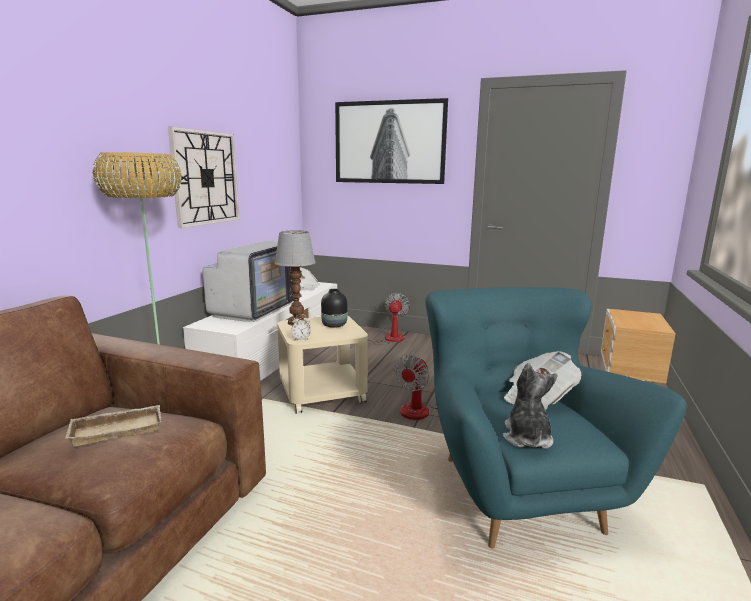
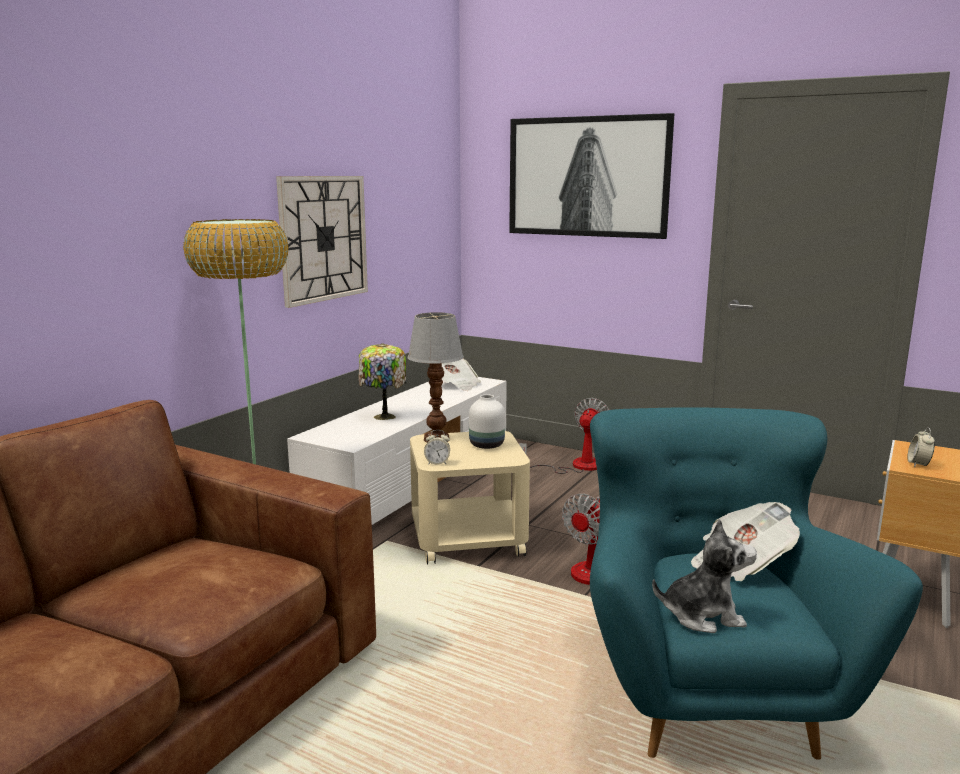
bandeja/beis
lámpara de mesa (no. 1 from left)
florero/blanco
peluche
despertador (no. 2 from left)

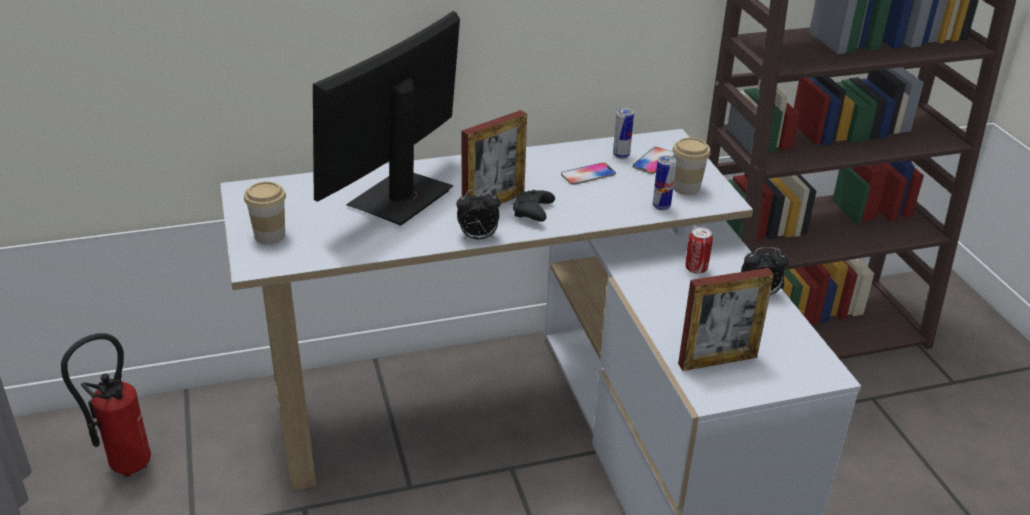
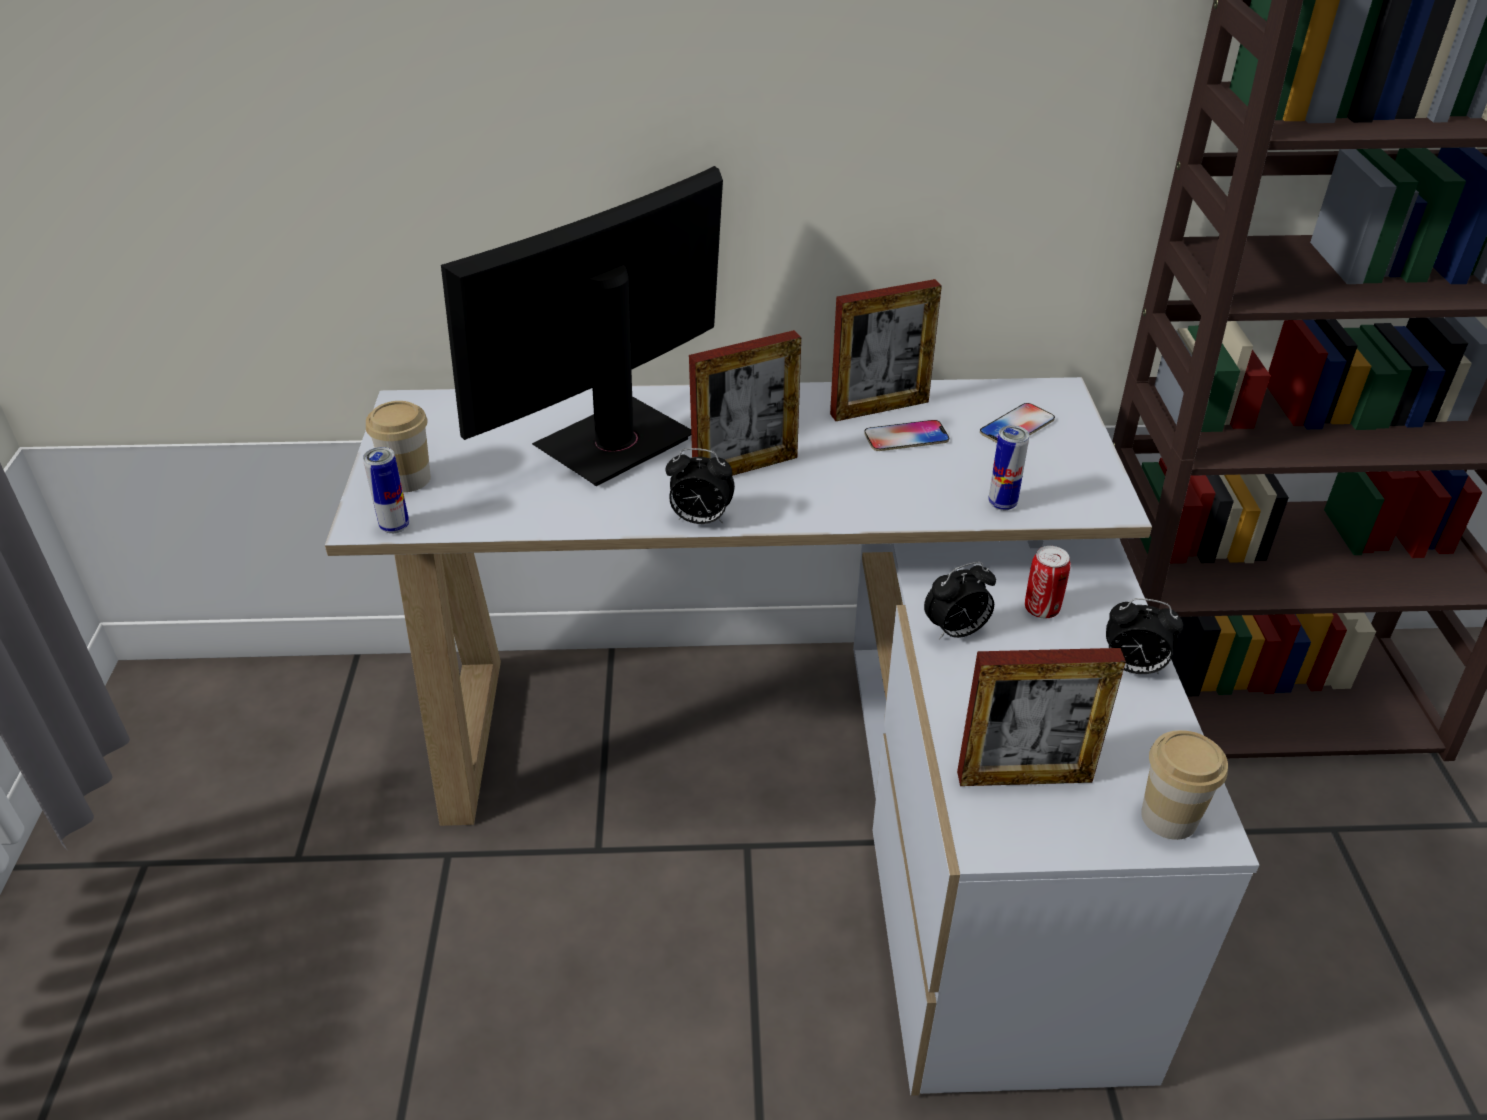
extintor
mando de consola/negro
lata (no. 1 from left)
taza (no. 2 from left)
portarretratos (no. 2 from left)
despertador (no. 2 from left)

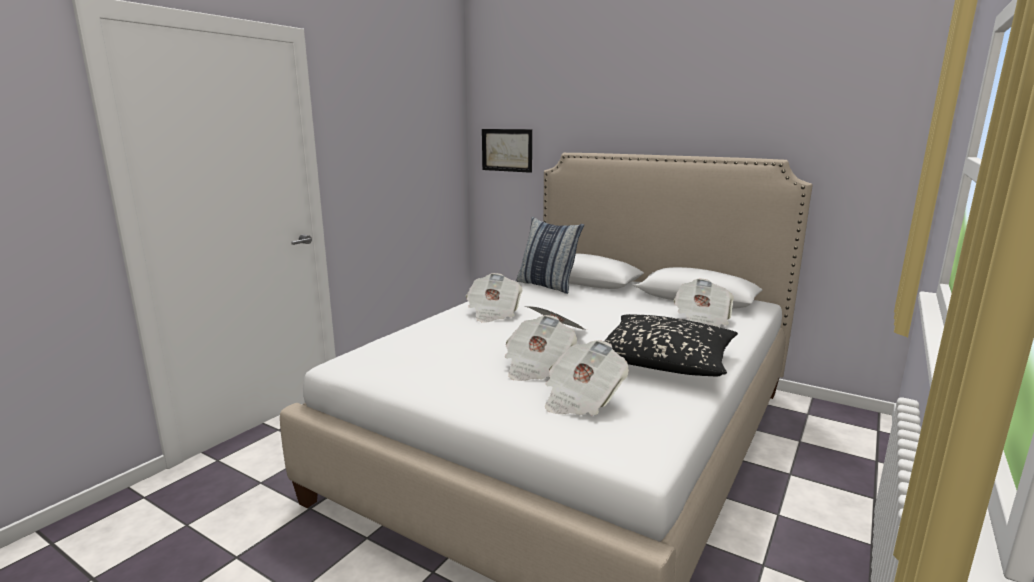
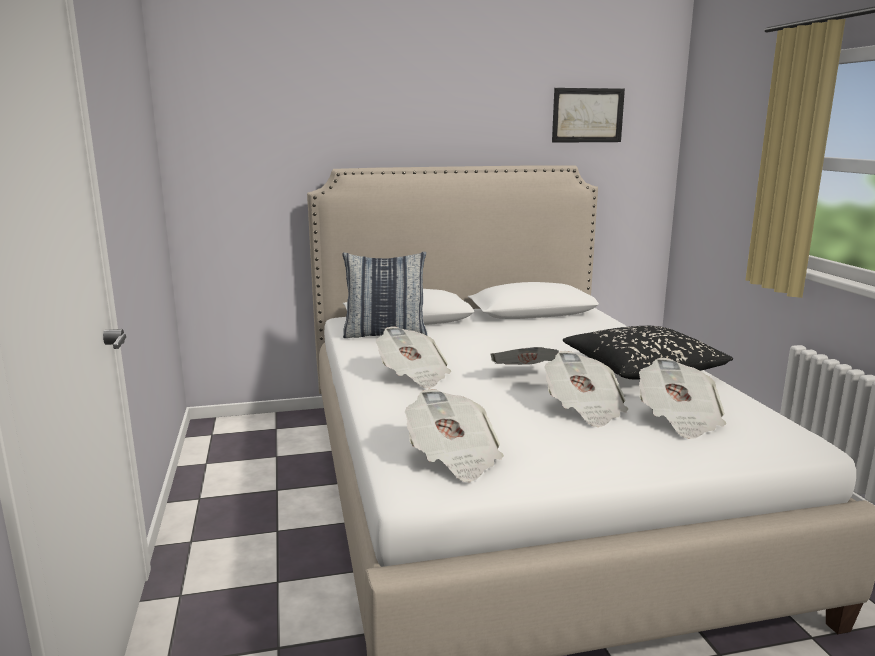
cuadro
periódico (no. 2 from left)

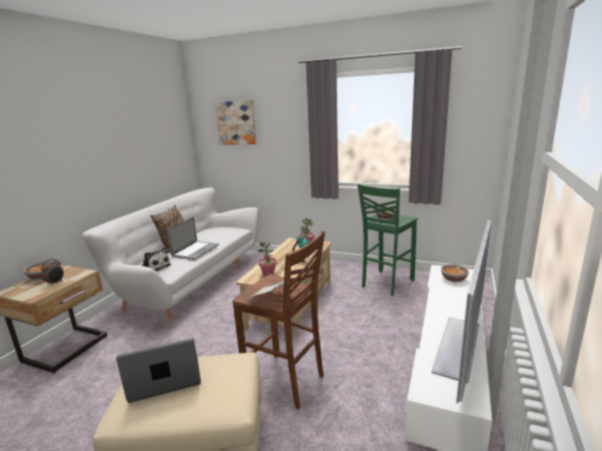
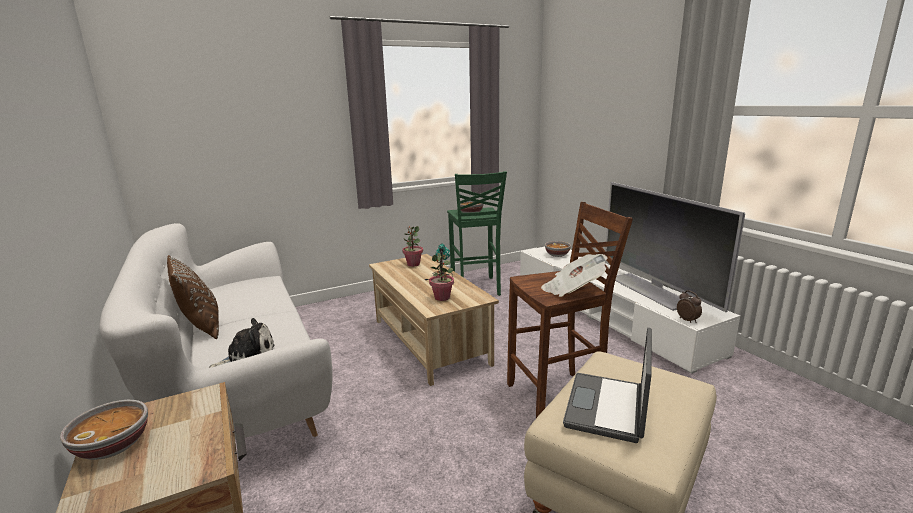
despertador
portátil (no. 2 from left in the first image)
cuadro

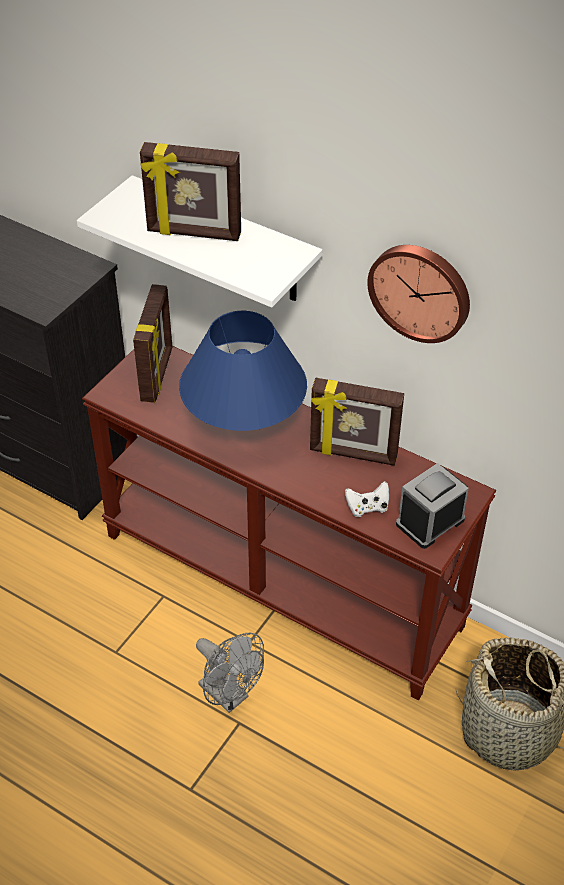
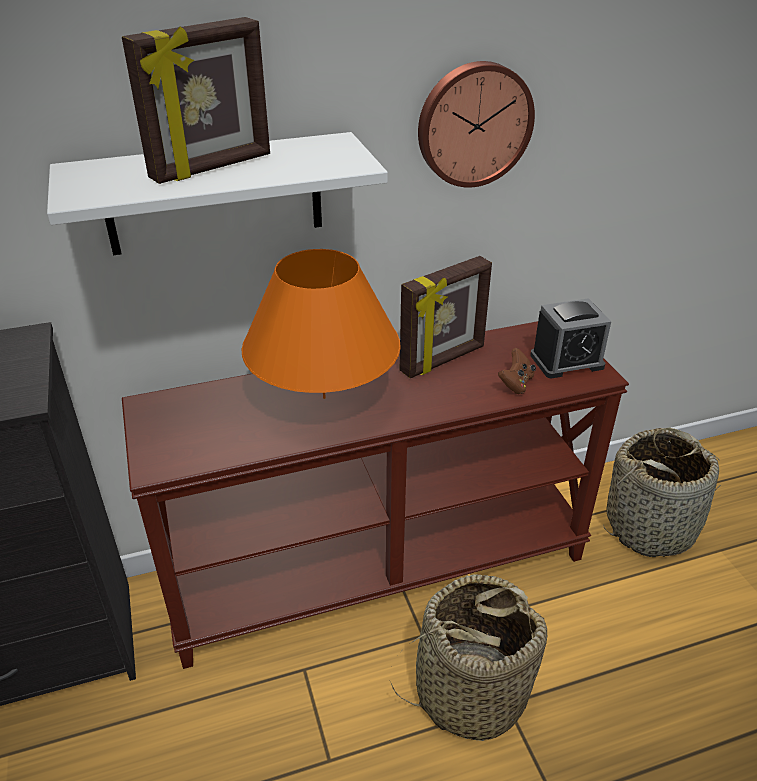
portarretratos (no. 1 from left in the first image)
lámpara de mesa/naranja
cesta (no. 1 from left)
mando de consola/marrón
despertador

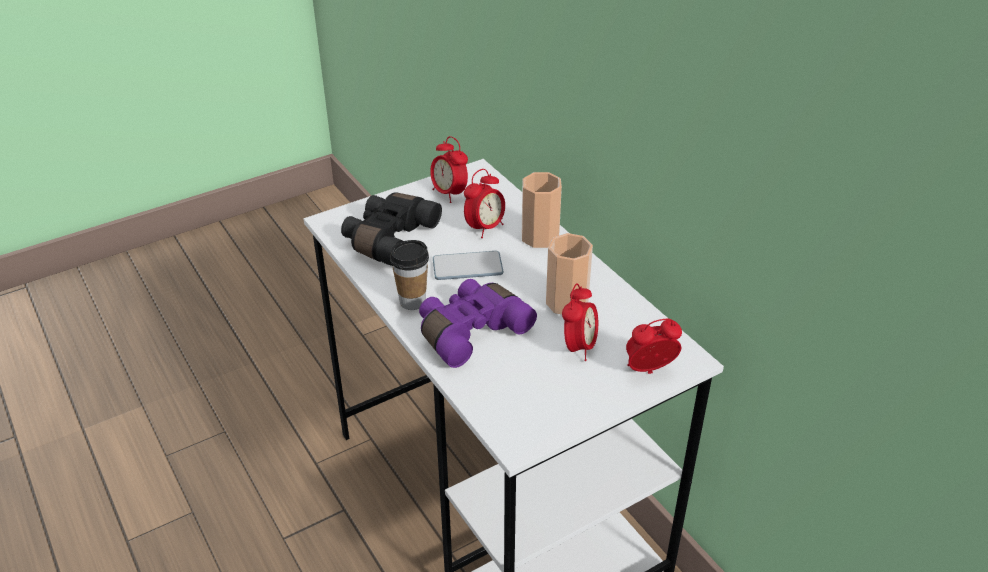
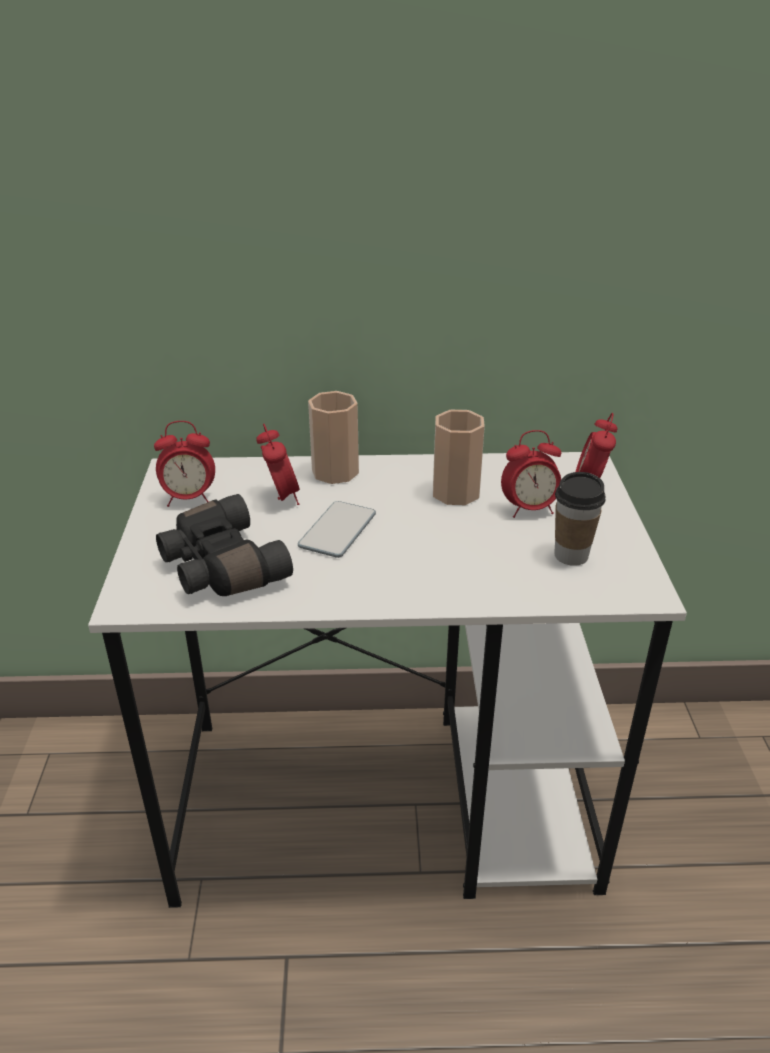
taza (no. 3 from left)
prismáticos/morado
despertador (no. 3 from left)

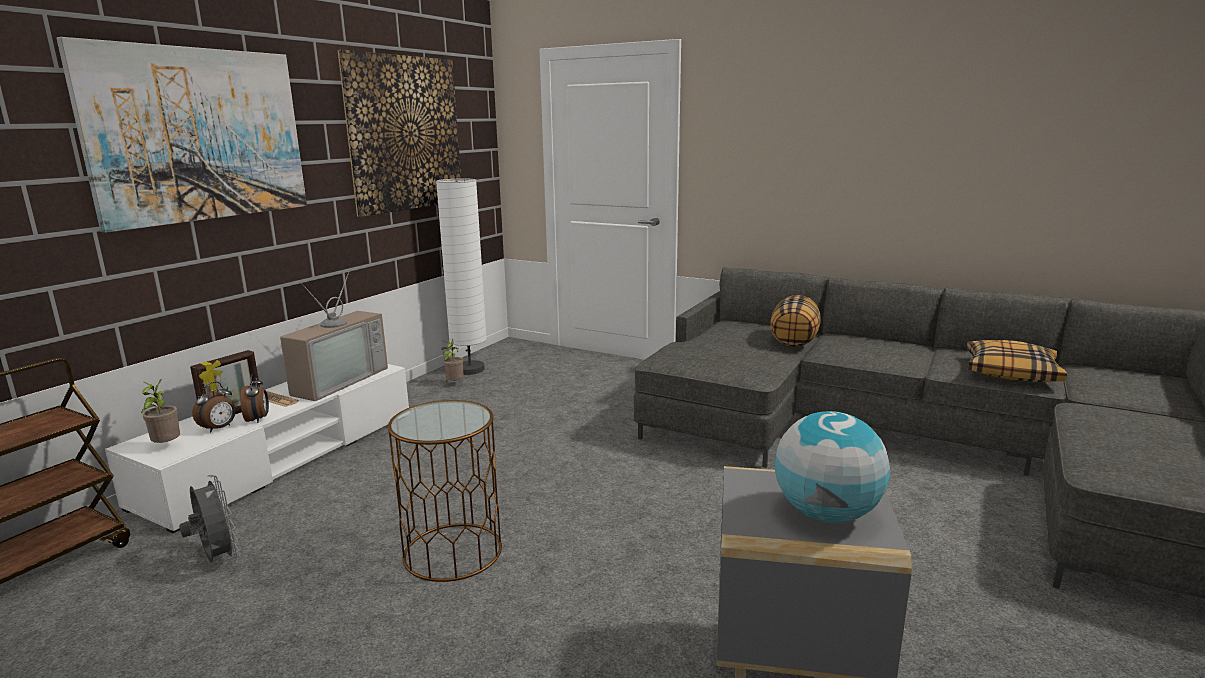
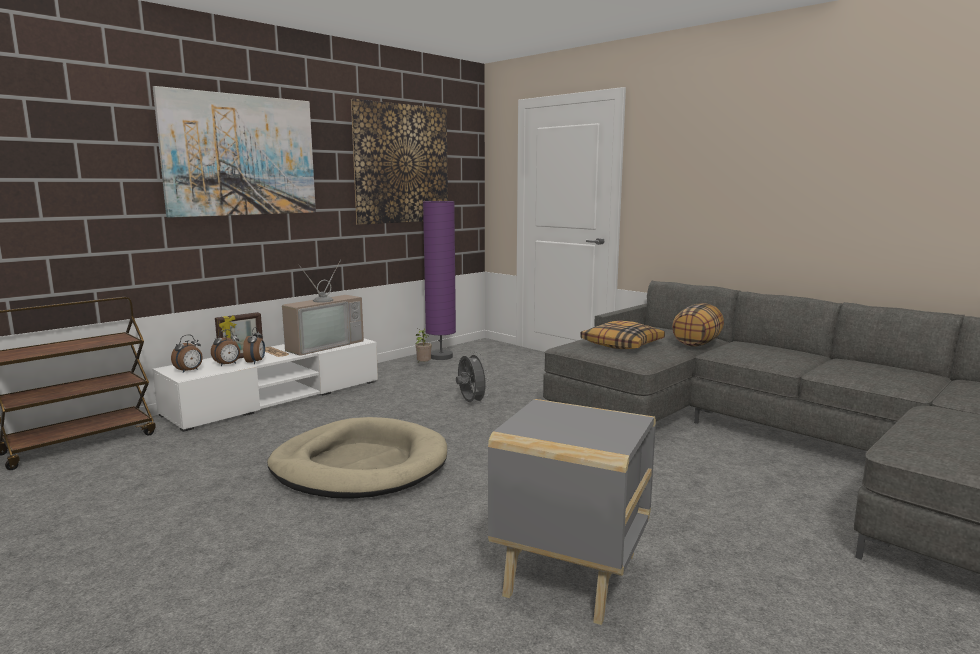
despertador (no. 1 from left)
ventilador/gris
cama para perro/beis
lámpara de pie/morado
globo terráqueo
cojín (no. 1 from left)

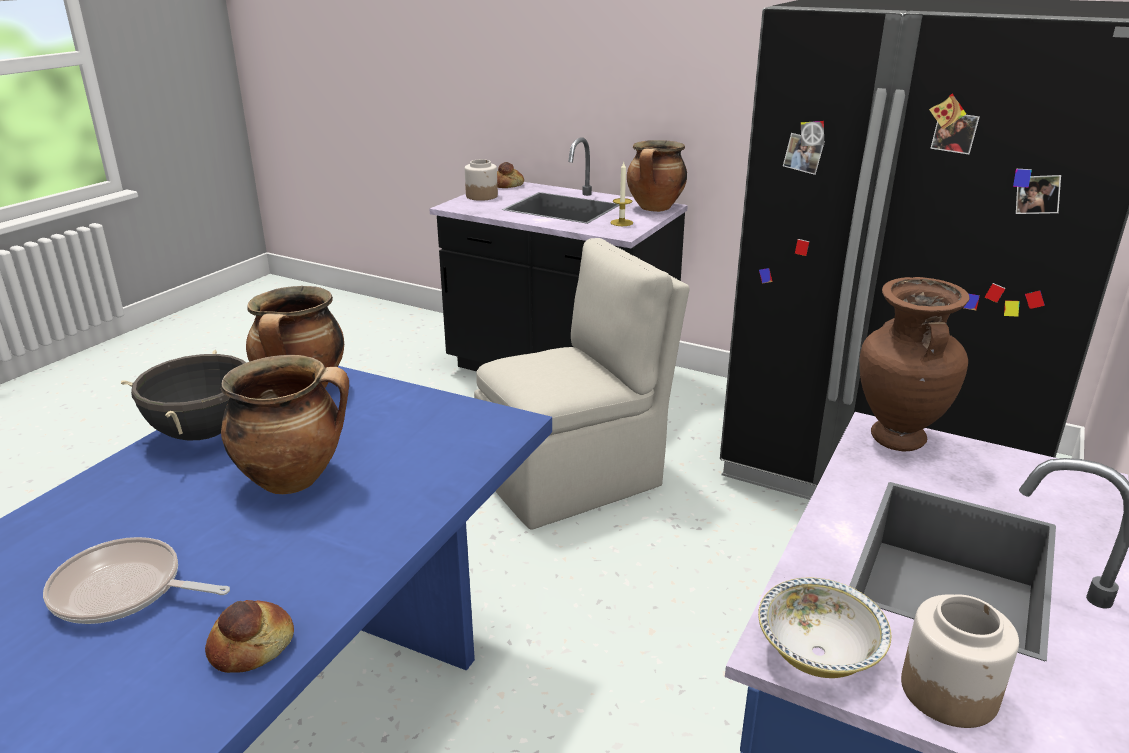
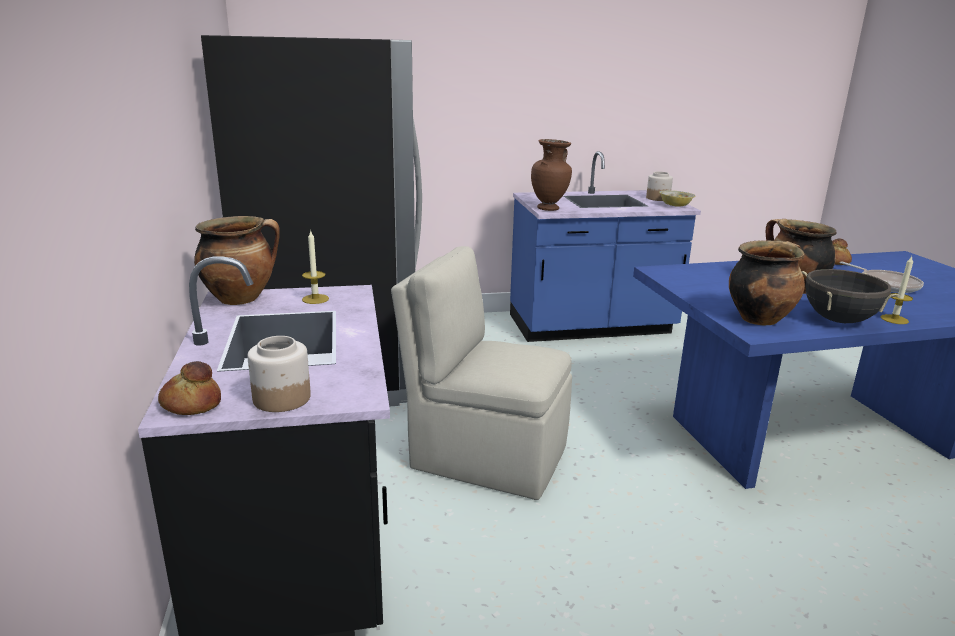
vela (no. 2 from left)

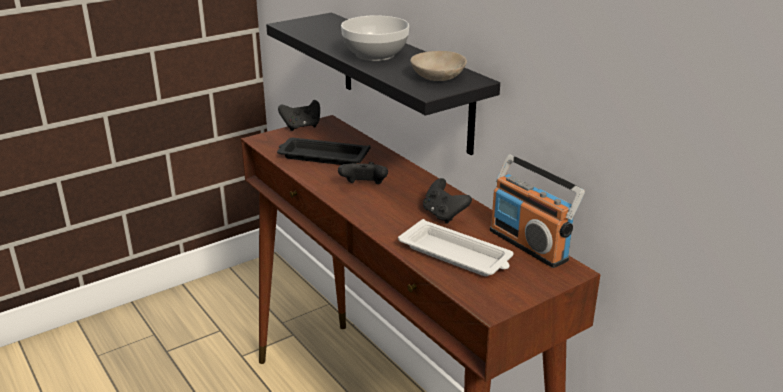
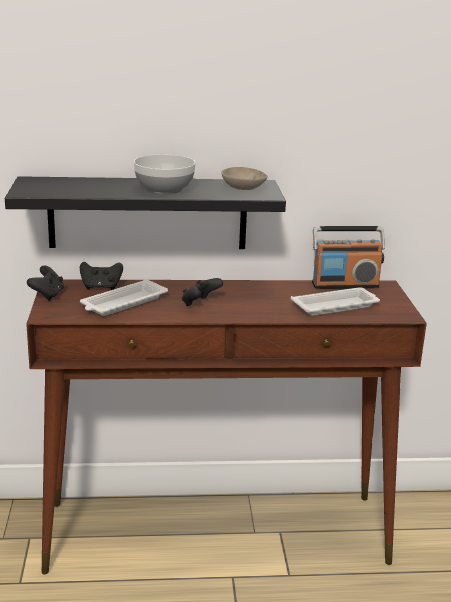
bandeja/blanco (no. 1 from left)
mando de consola/negro (no. 2 from left)

